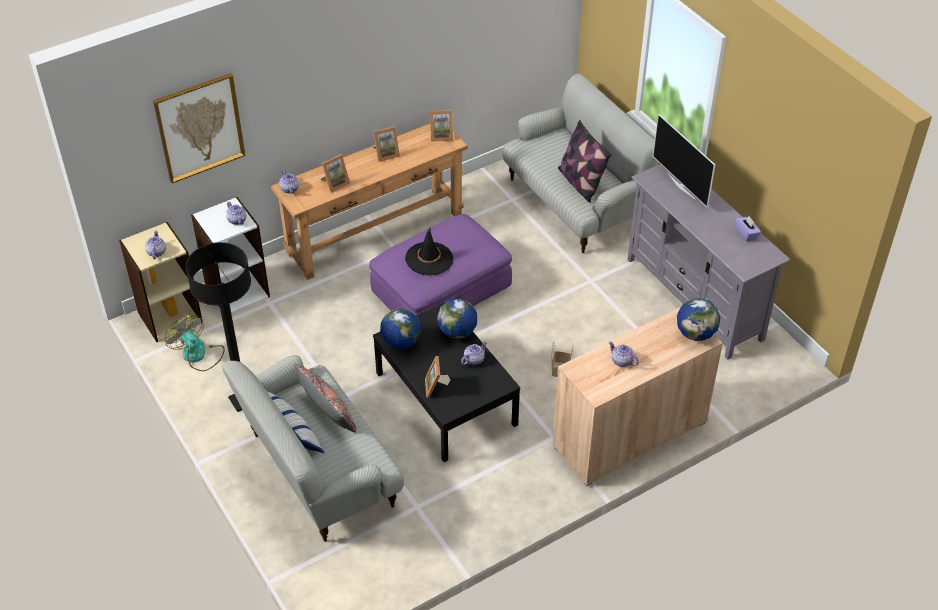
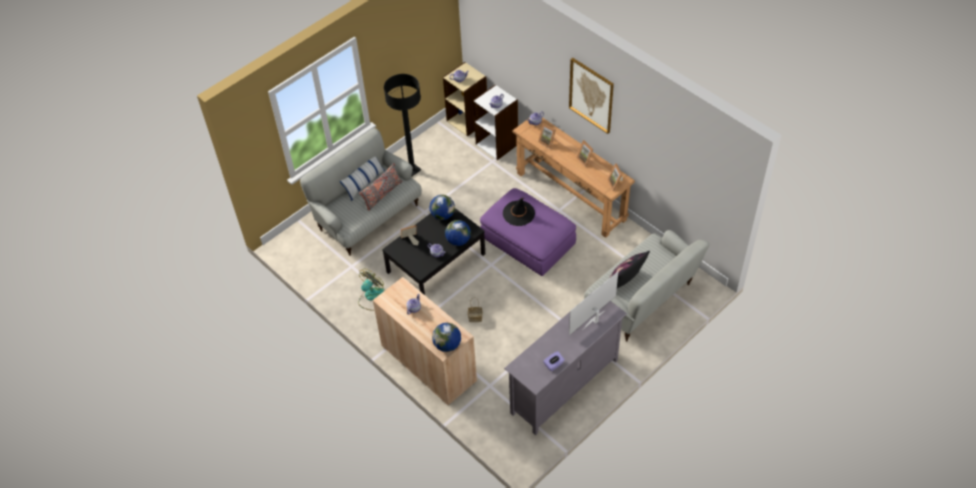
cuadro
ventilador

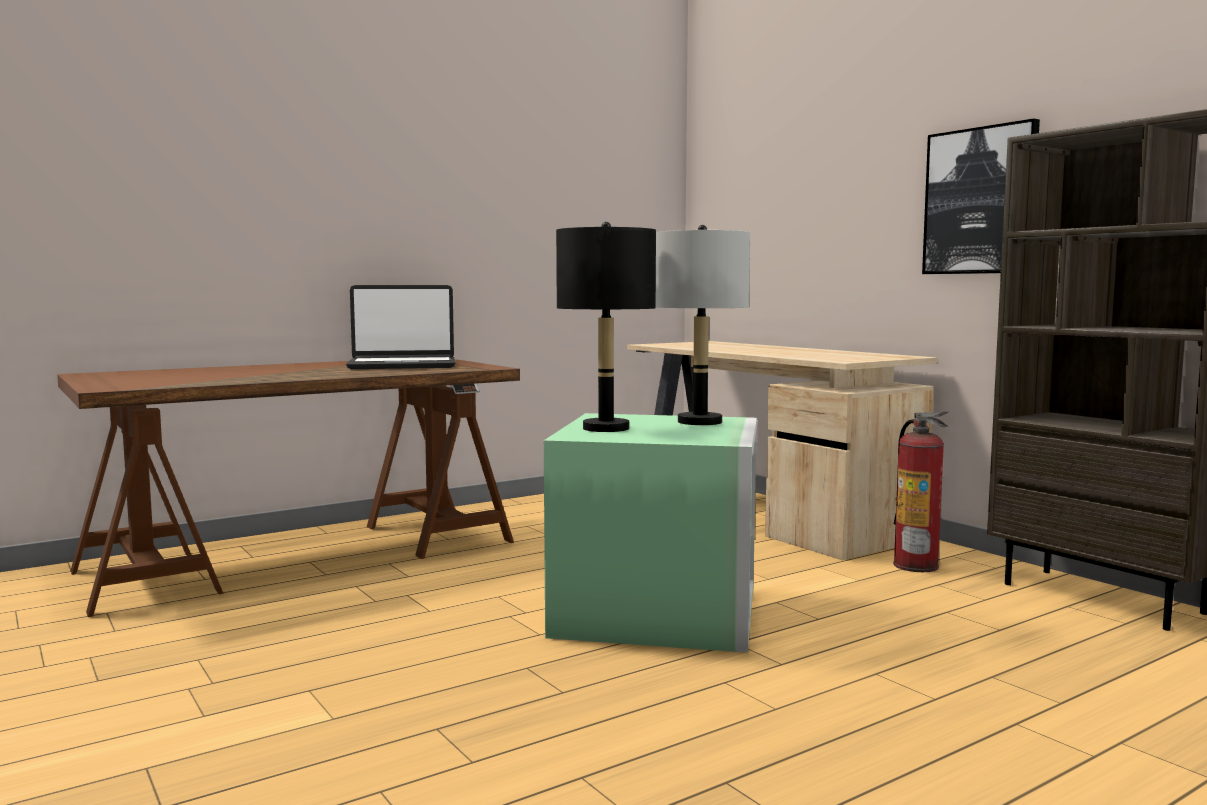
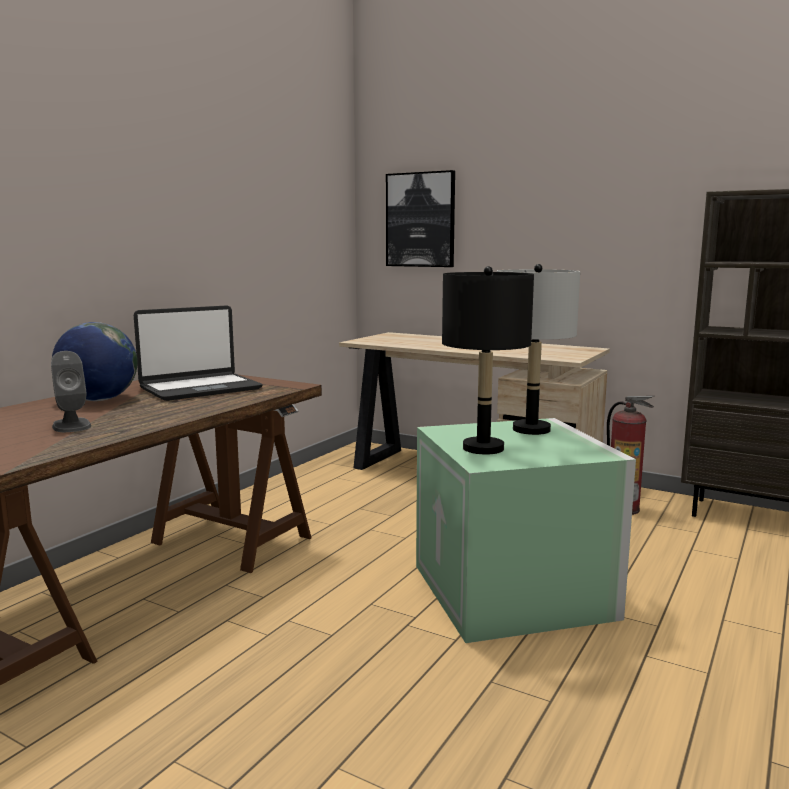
cuadro
altavoz/gris
globo terráqueo

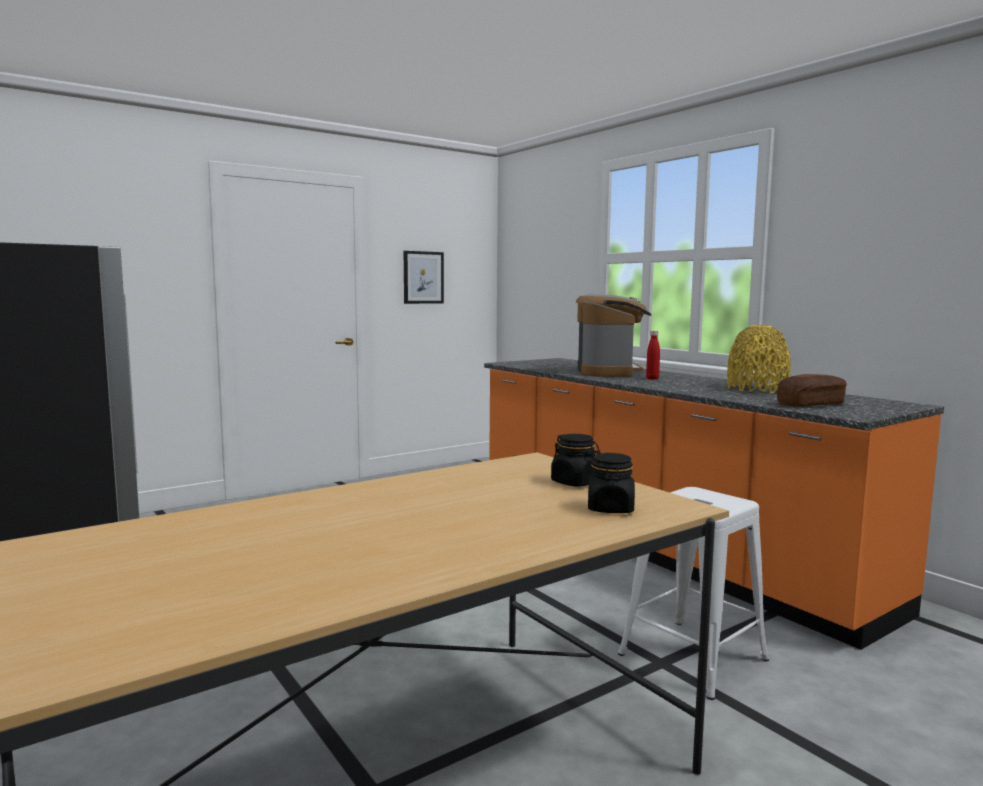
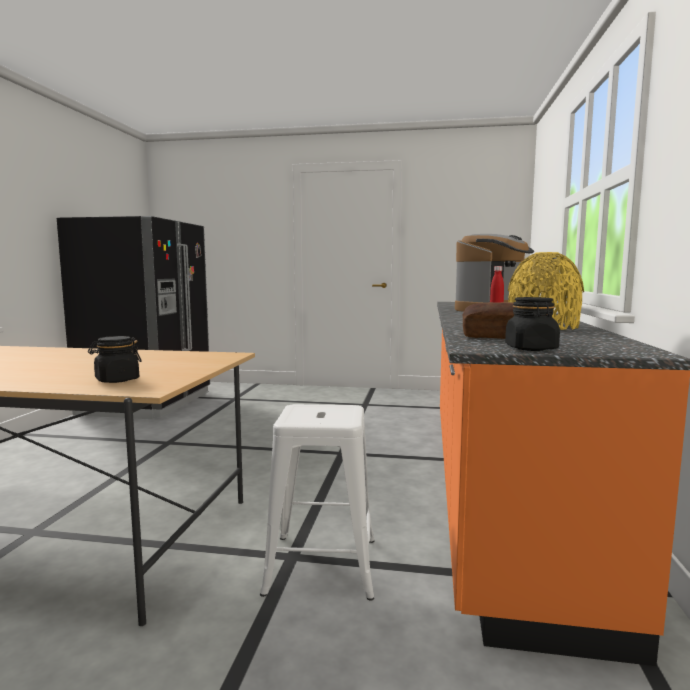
cuadro
tarro/negro (no. 2 from left)

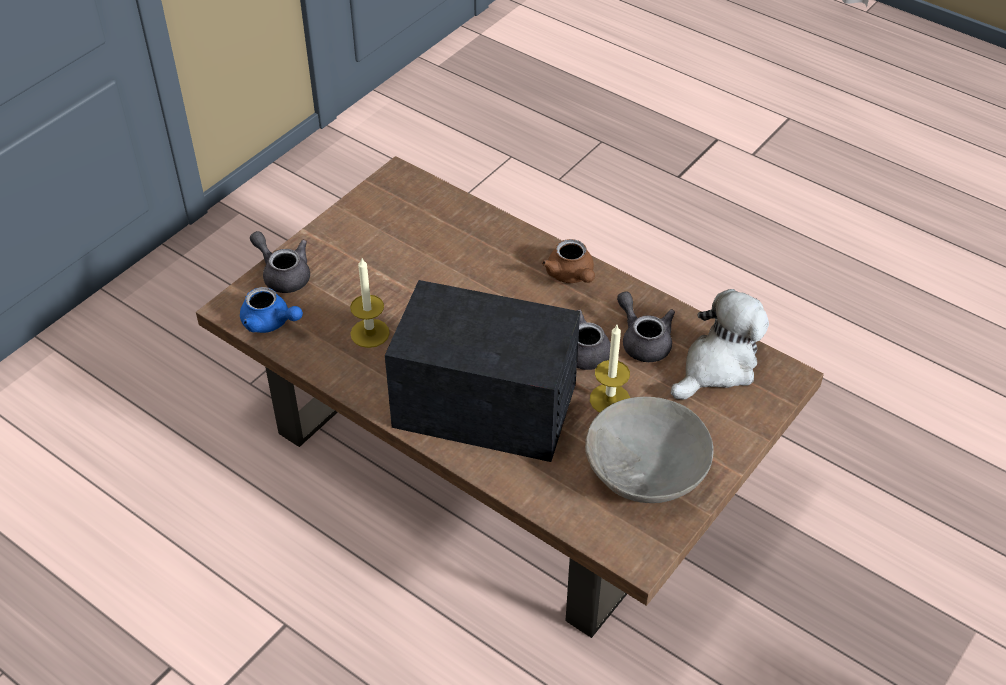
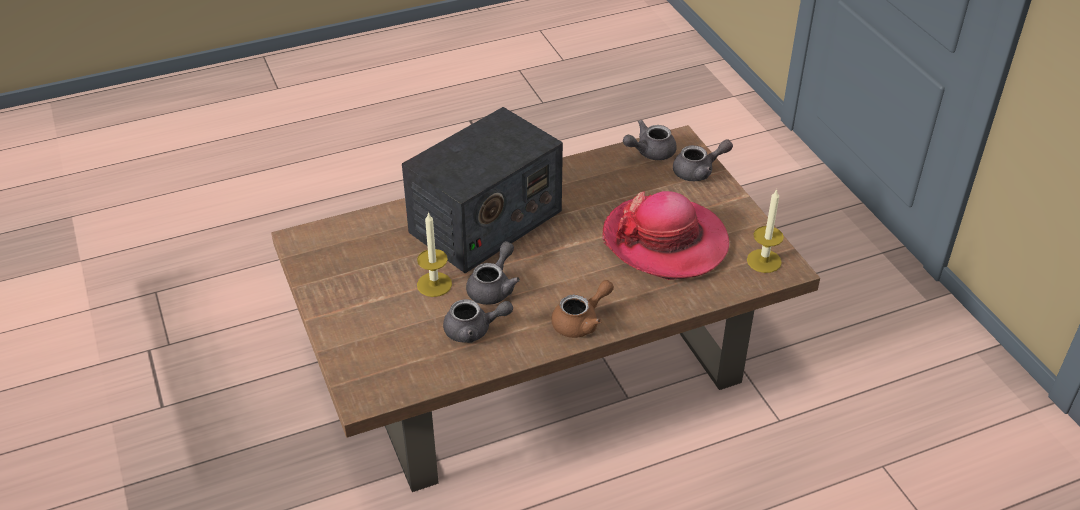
tetera/gris (no. 3 from left)
vela (no. 2 from left)
tetera/marrón
cuenco/gris
peluche
sombrero

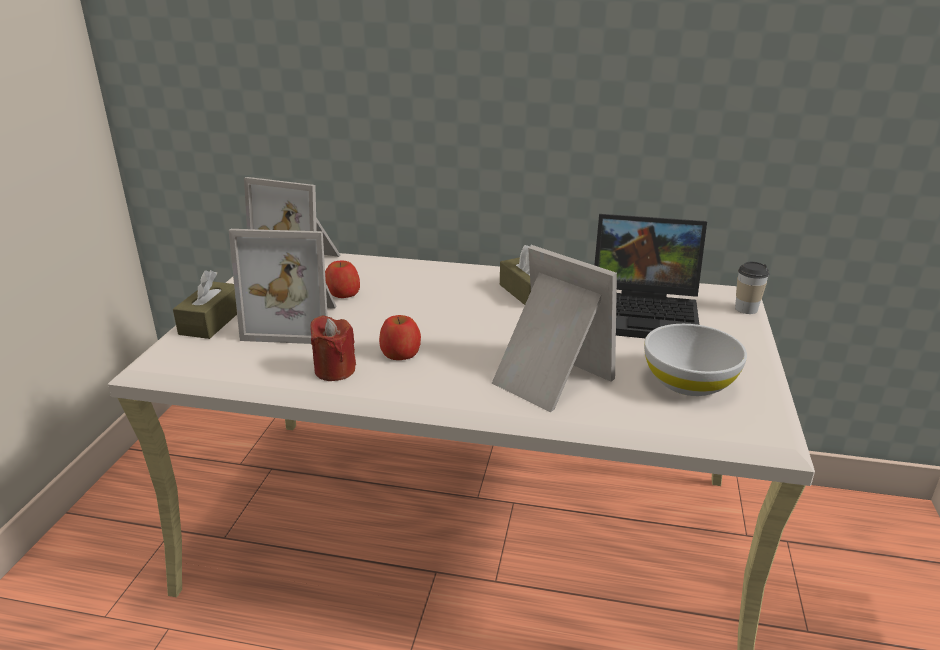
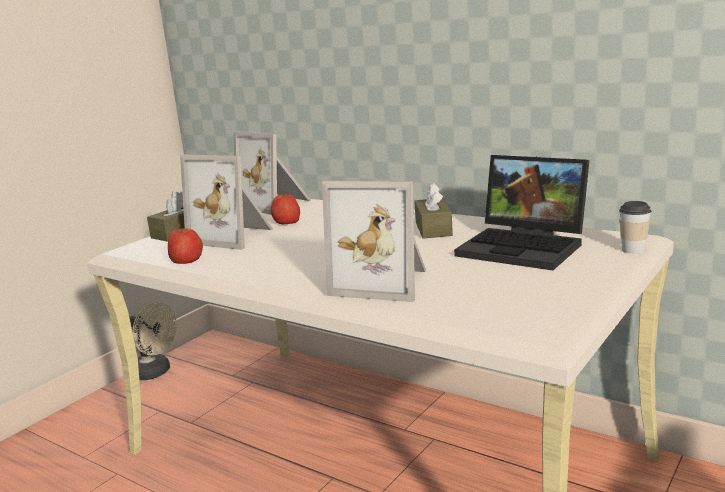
vela/rojo
manzana (no. 1 from left)
portarretratos (no. 3 from left)
cuenco/blanco
ventilador/beis

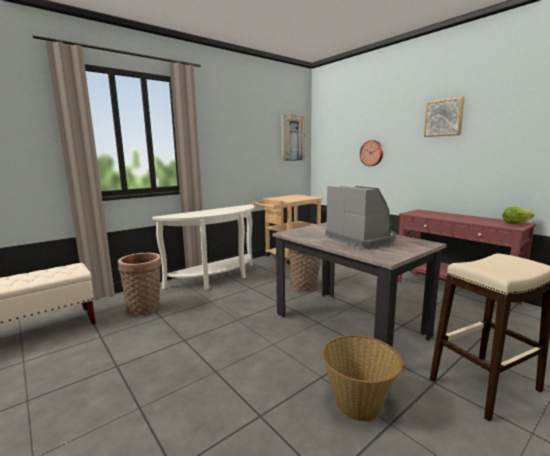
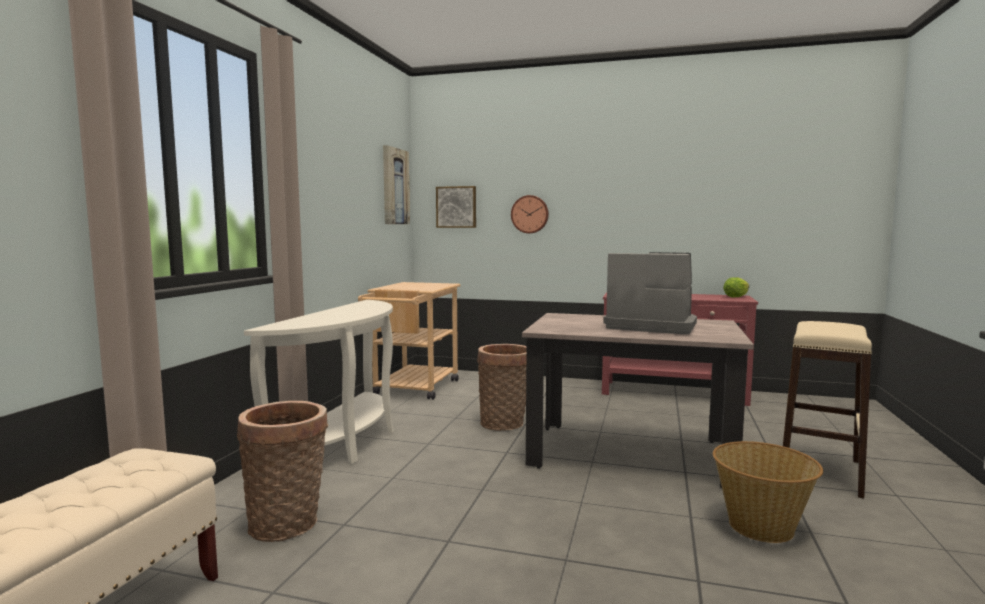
cuadro (no. 2 from left)

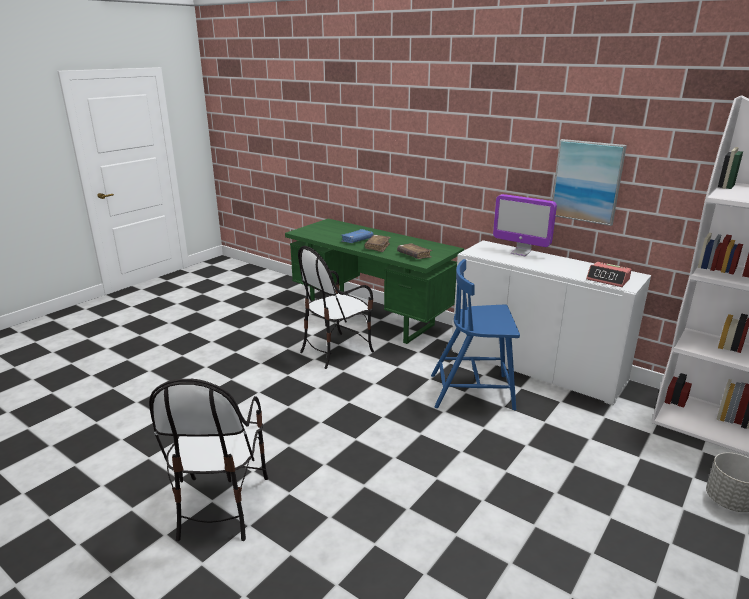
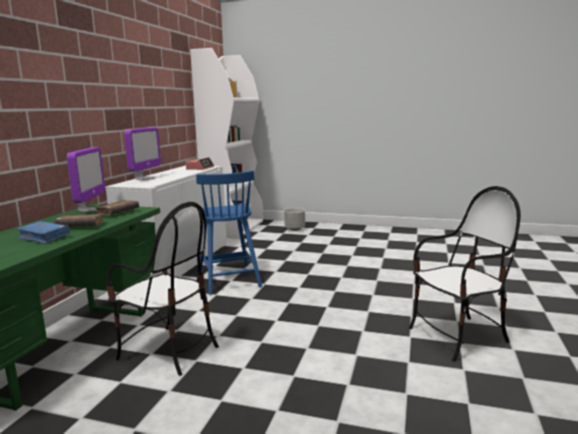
cuadro
monitor (no. 1 from left)

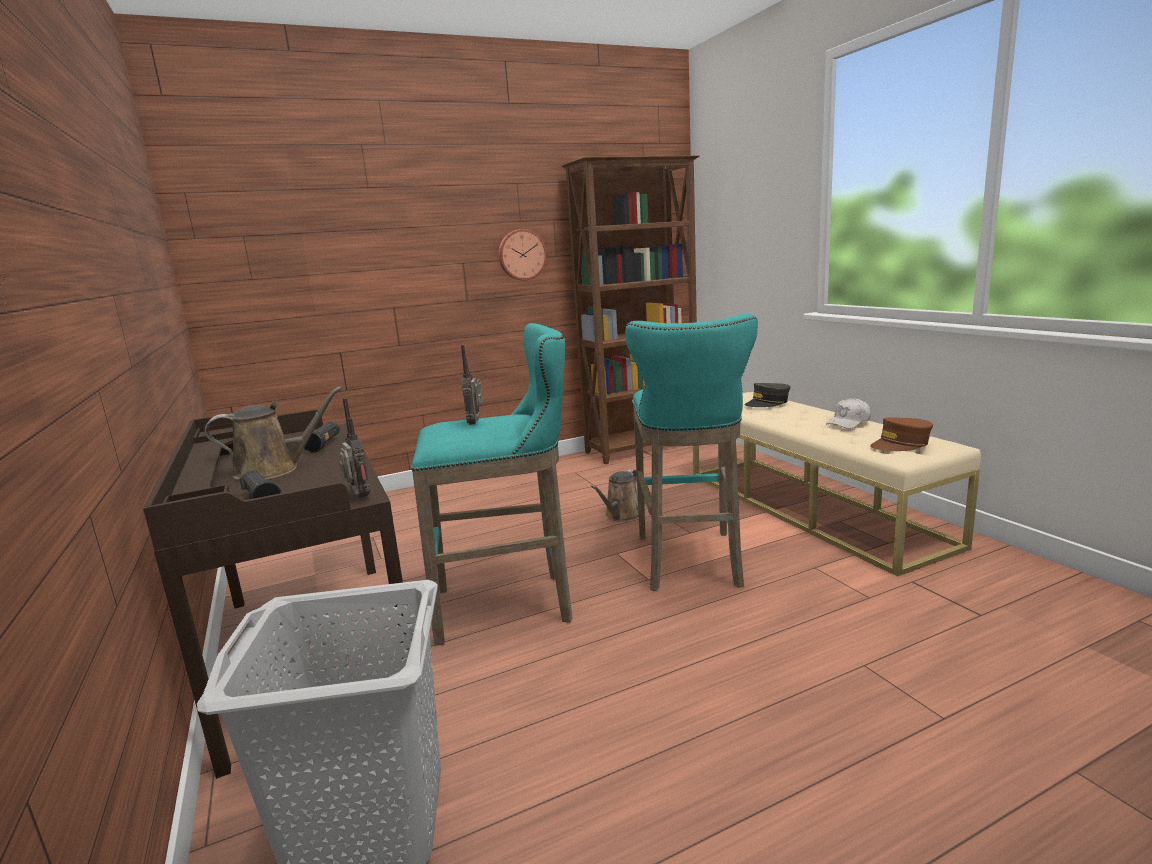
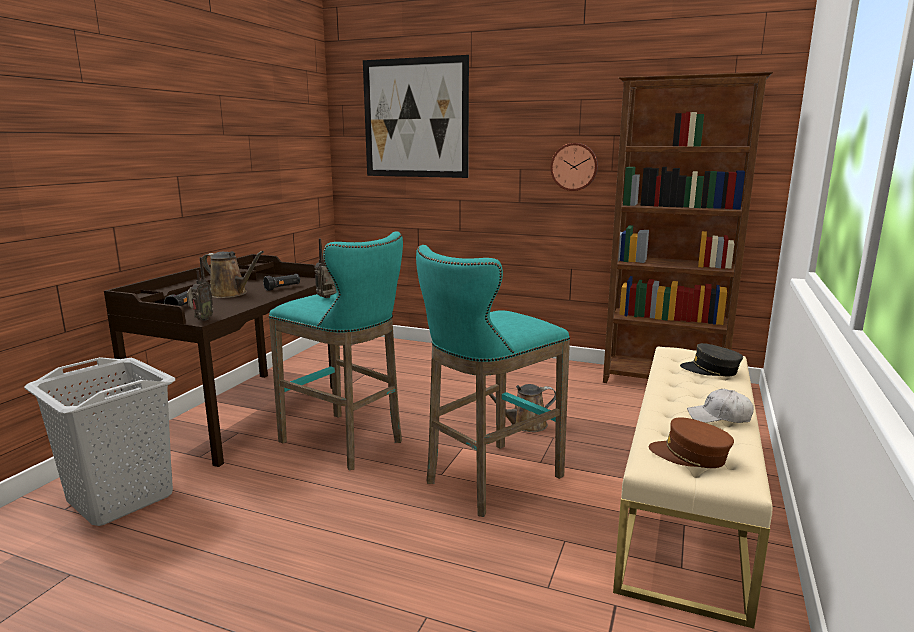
cuadro

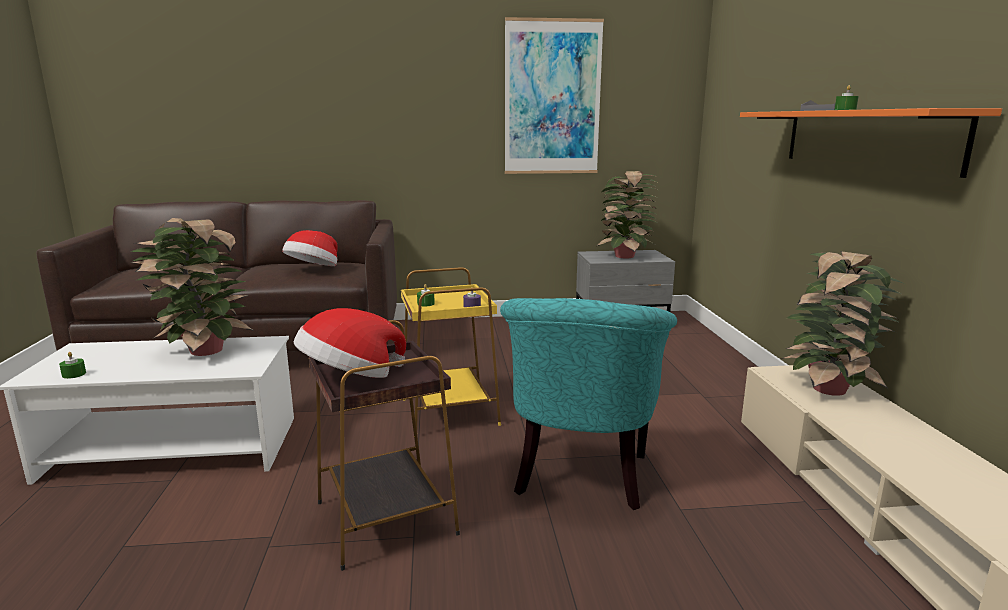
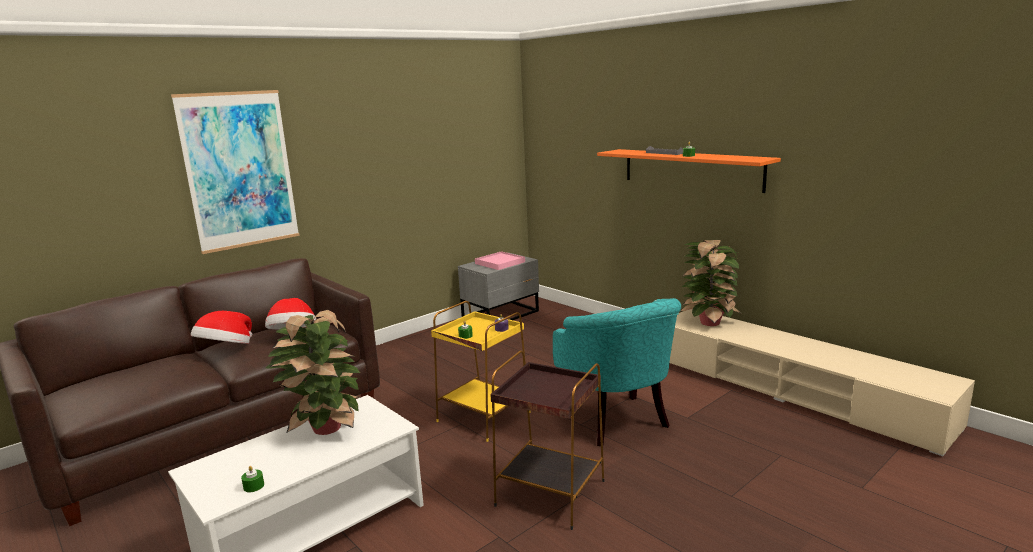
sombrero (no. 1 from left)
cuadro
bandeja/rosa

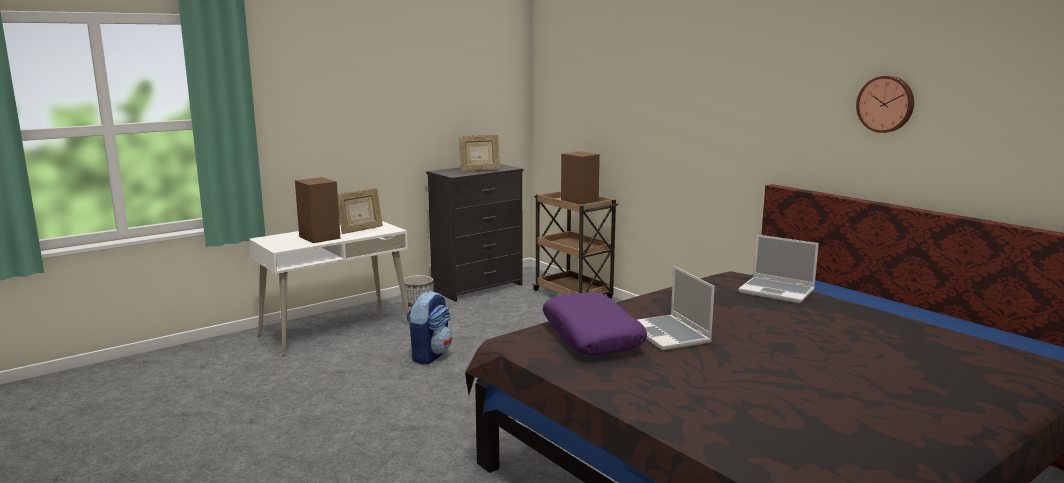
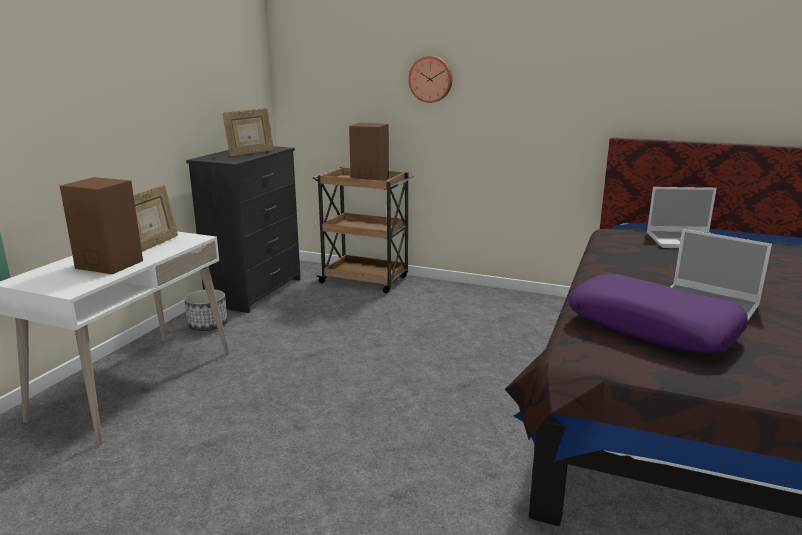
mochila
reloj de pared

